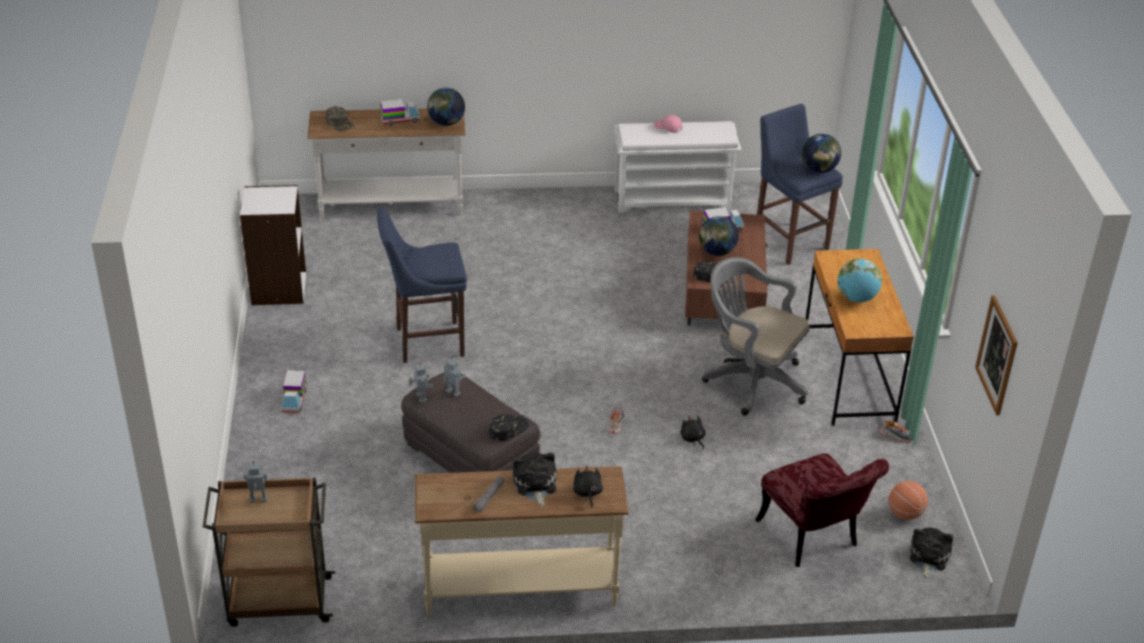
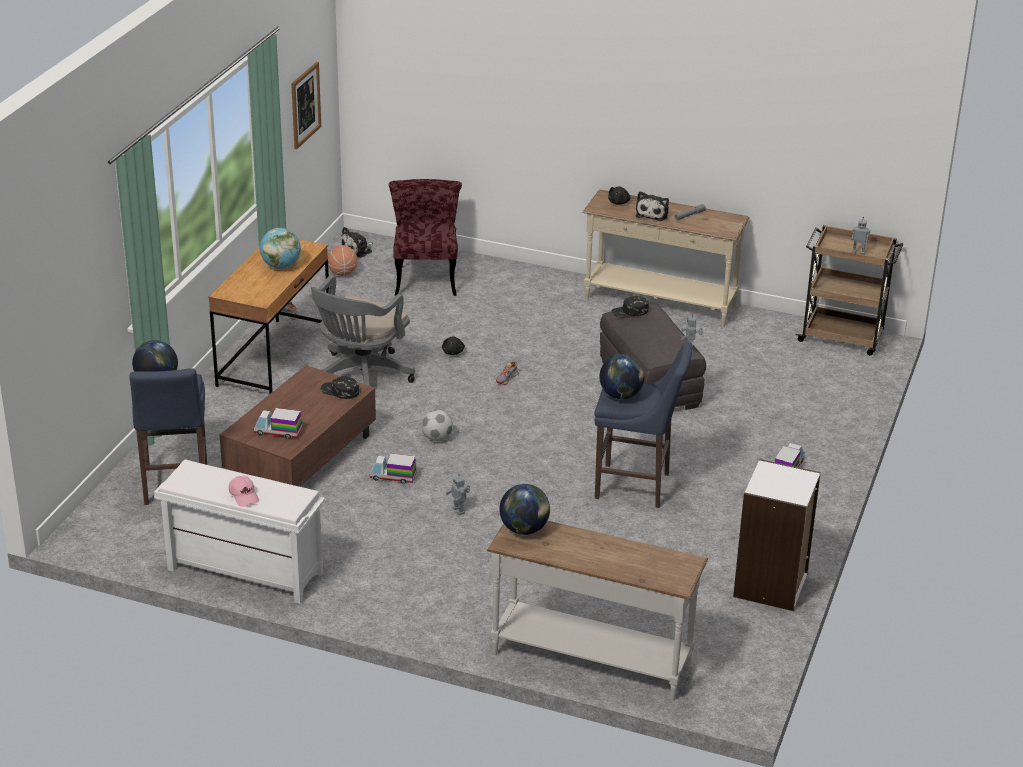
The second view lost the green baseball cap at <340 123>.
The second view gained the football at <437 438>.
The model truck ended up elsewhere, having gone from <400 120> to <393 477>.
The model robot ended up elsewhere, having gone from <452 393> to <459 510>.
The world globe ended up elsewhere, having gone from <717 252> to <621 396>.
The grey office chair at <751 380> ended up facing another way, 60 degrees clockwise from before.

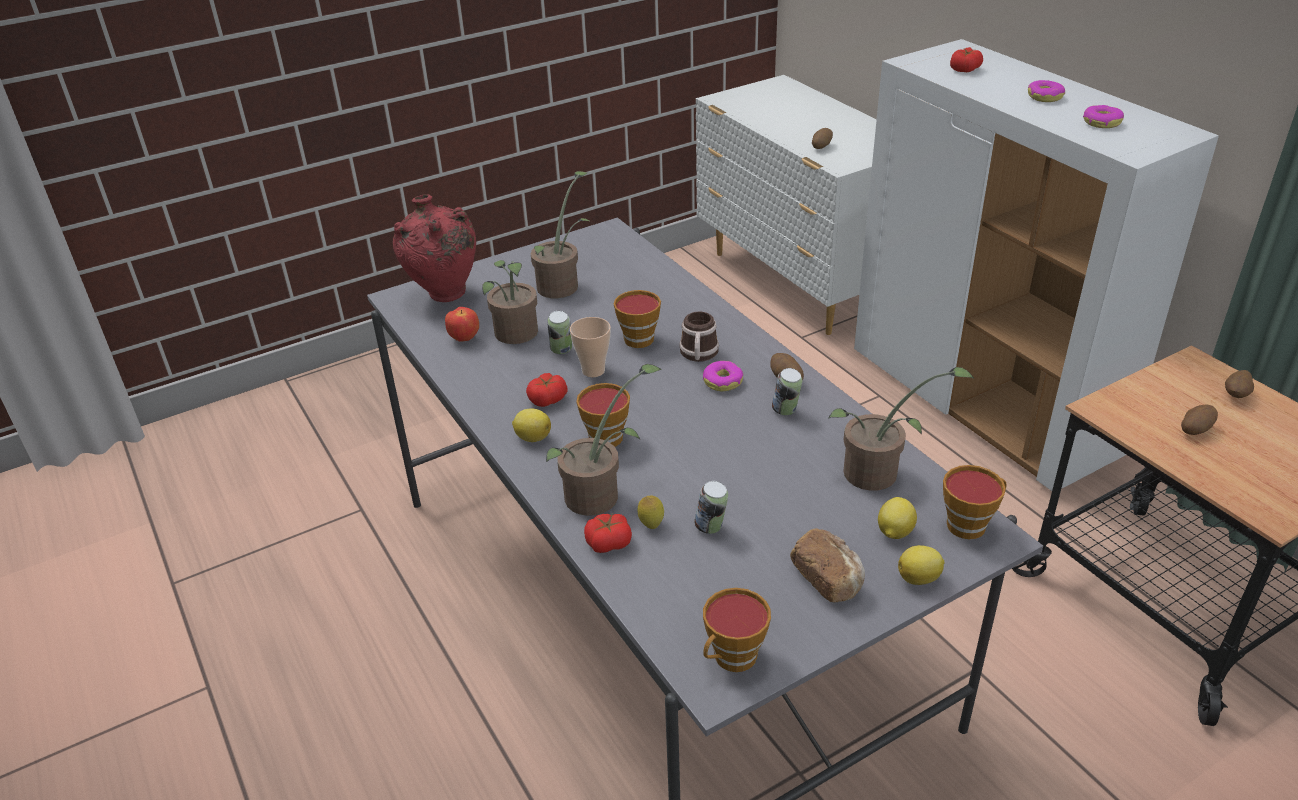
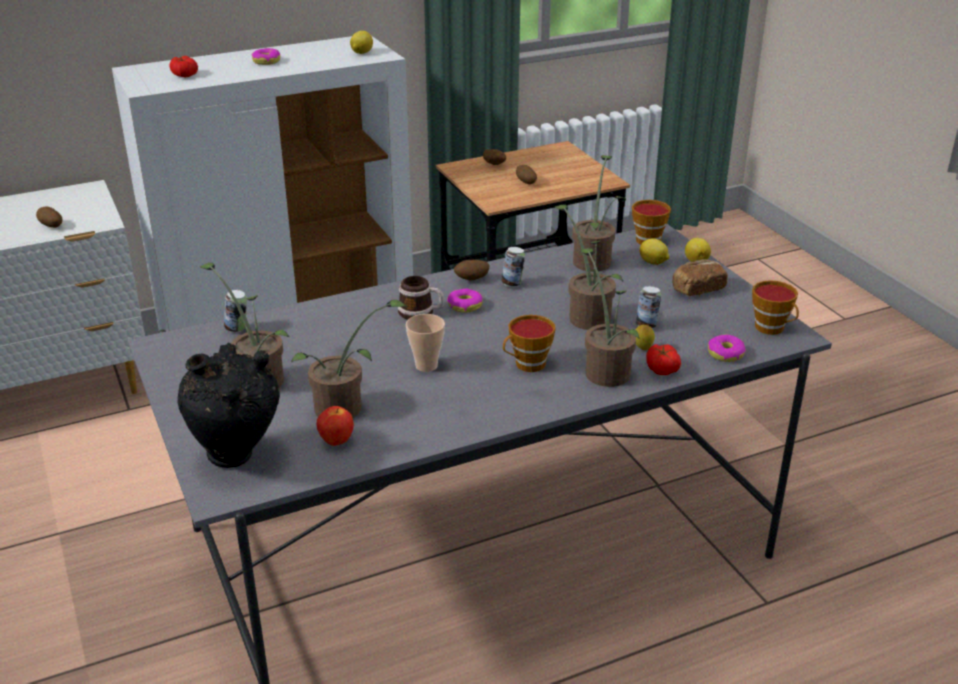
The second view lost the fresh tomato at <548 399>.
The second view lost the cup at <637 337>.
The second view gained the houseplant at <587 316>.
The whole lemon ended up elsewhere, having gone from <532 437> to <361 53>.
The metal can ended up elsewhere, having gone from <561 351> to <237 329>.
The ring doughnut ended up elsewhere, having gone from <1101 122> to <725 354>.
What was the red-coloured flower vase at <444 296> turned into the black-coloured flower vase at <237 457>.

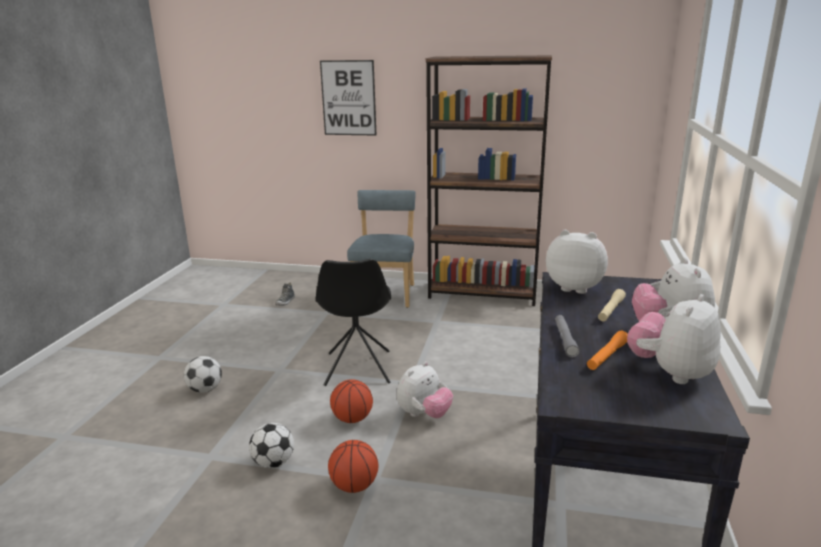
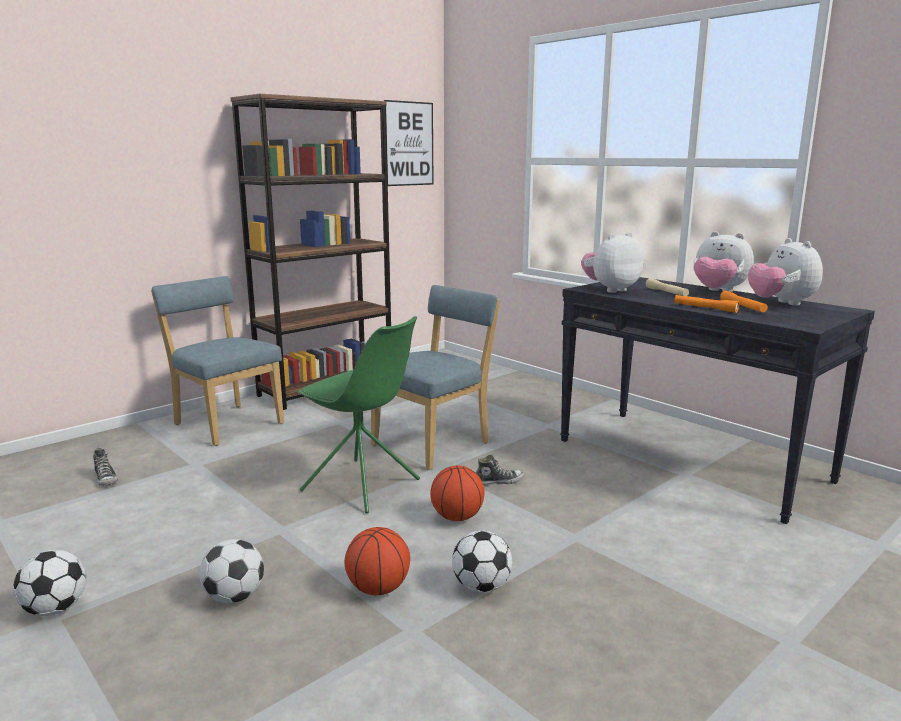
The second view gained the football at <55 609>.
The second view gained the bluish chair at <435 443>.
The wall art ended up elsewhere, having gone from <348 98> to <409 144>.
The basketball ended up elsewhere, having gone from <354 486> to <378 589>.
Where the soft toy stood at <424 414>, the shoe came to stand at <499 481>.
What was the black-coloured chair at <357 369> turned into the green chair at <362 486>.
What was the grey torch at <565 340> turned into the orangey torch at <705 308>.

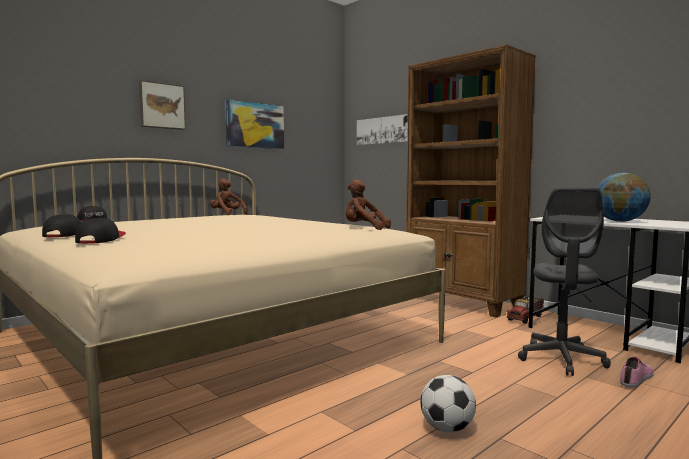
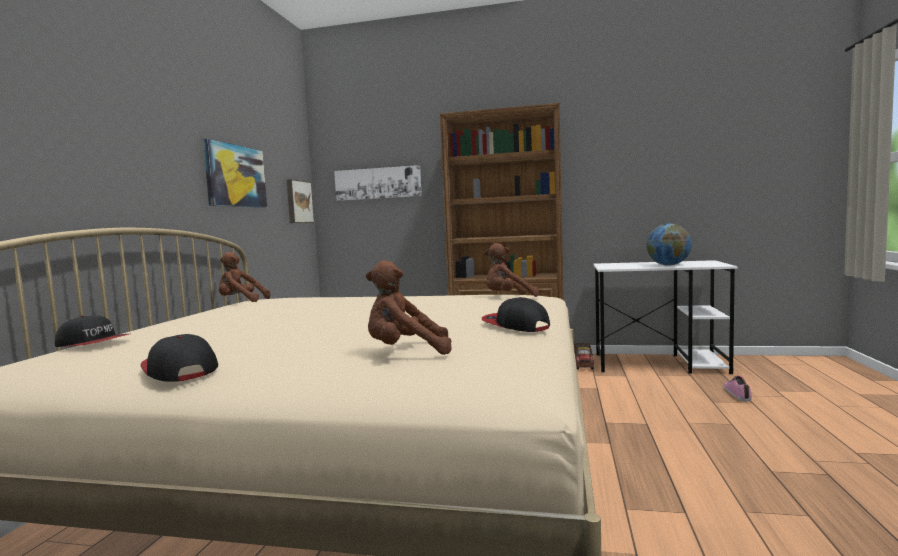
The second view lost the football at <447 428>.
The second view lost the grey office chair at <561 359>.
The second view gained the brownish soft toy at <405 352>.
The baseball cap ended up elsewhere, having gone from <100 239> to <515 325>.
The wall art ended up elsewhere, having gone from <161 106> to <298 202>.

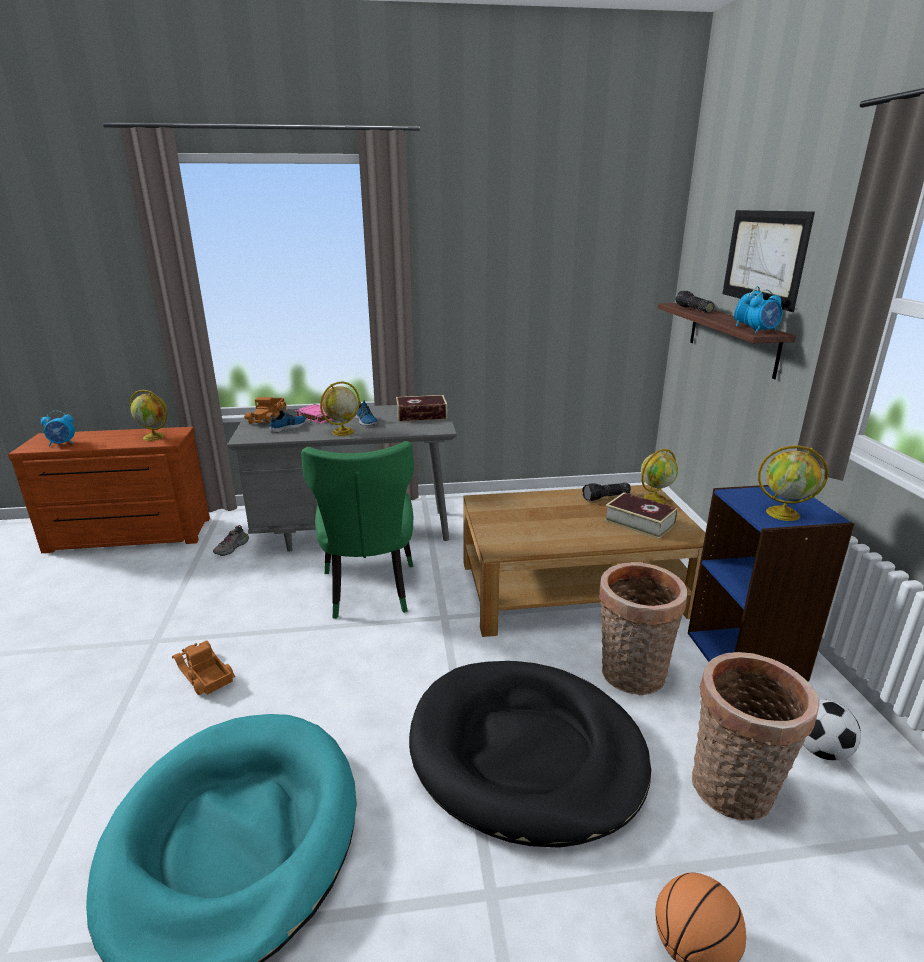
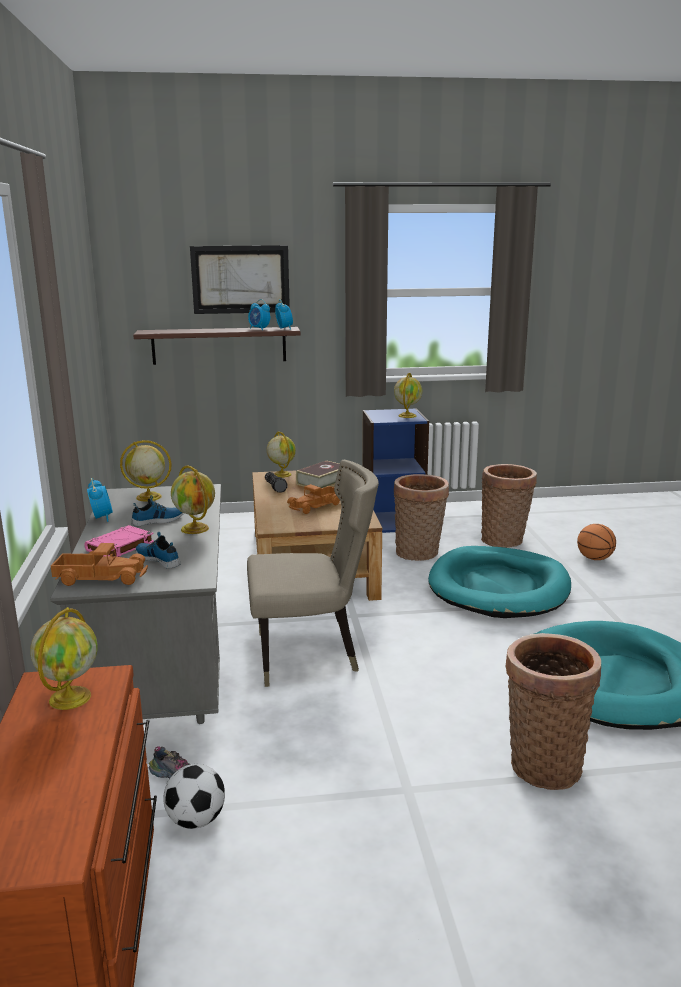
The second view lost the torch at <693 309>.
The second view gained the storage basket at <543 763>.
The table clock ended up elsewhere, having gone from <62 444> to <101 517>.
The model truck ended up elsewhere, having gone from <204 675> to <316 506>.
The football ended up elsewhere, having gone from <820 750> to <196 820>.
Where the book stood at <421 415>, the world globe came to stand at <148 497>.
What was the green chair at <369 593> turned into the beige-coloured chair at <311 655>.
What was the black-coloured dog bed at <526 752> turned into the turquoise dog bed at <499 587>.

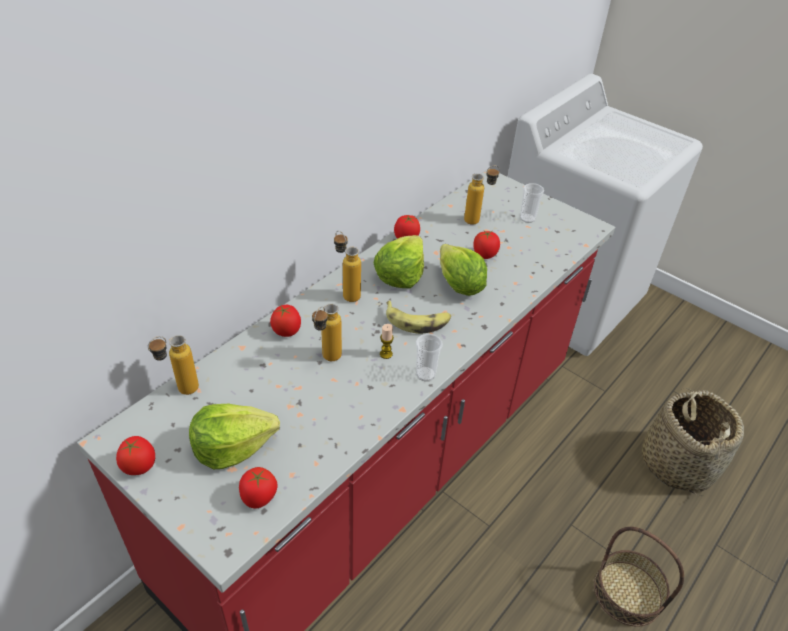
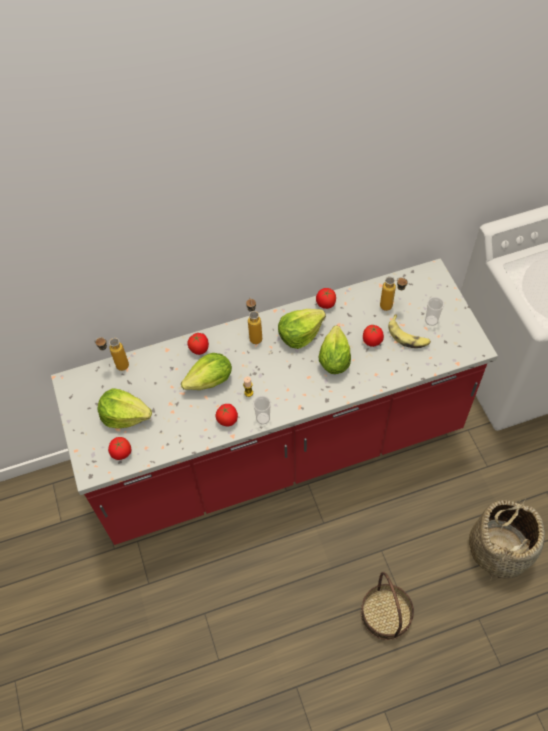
The fresh tomato ended up elsewhere, having gone from <139 466> to <227 420>.
The banana ended up elsewhere, having gone from <417 321> to <408 336>.
Where the bottle stood at <327 360>, the lettuce head came to stand at <210 381>.

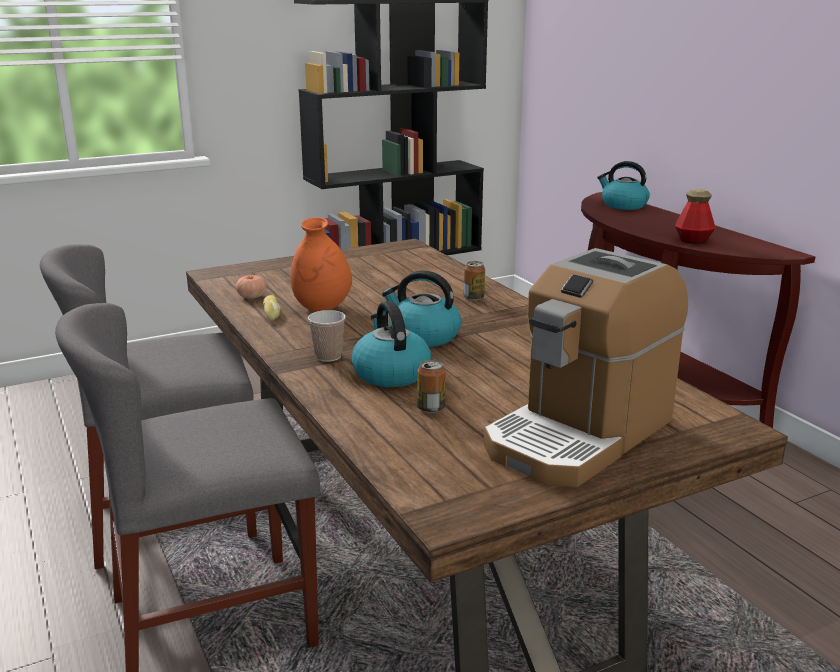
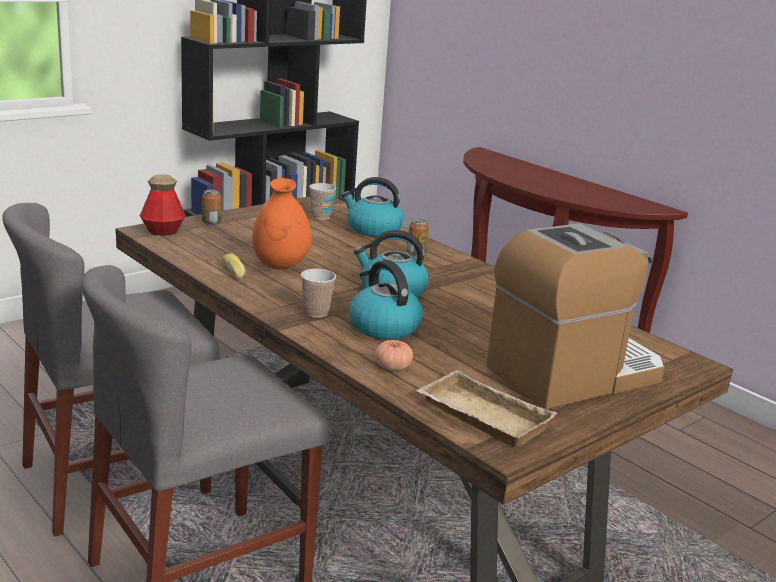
The second view gained the cup at <321 216>.
The second view gained the beige-coloured carrying tray at <479 417>.
The fresh tomato ended up elsewhere, having gone from <252 296> to <392 367>.
The metal can ended up elsewhere, having gone from <431 408> to <211 223>.
The water kettle ended up elsewhere, having gone from <623 205> to <373 229>.
The bottle ended up elsewhere, having gone from <693 240> to <163 231>.
The coffee maker at <579 434> ended up facing another way, 150 degrees counterclockwise from before.

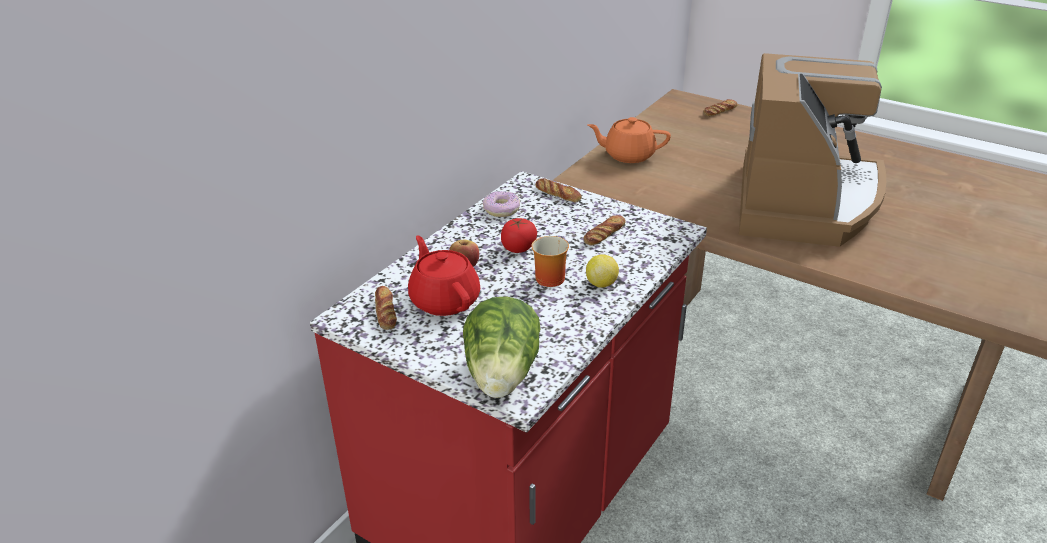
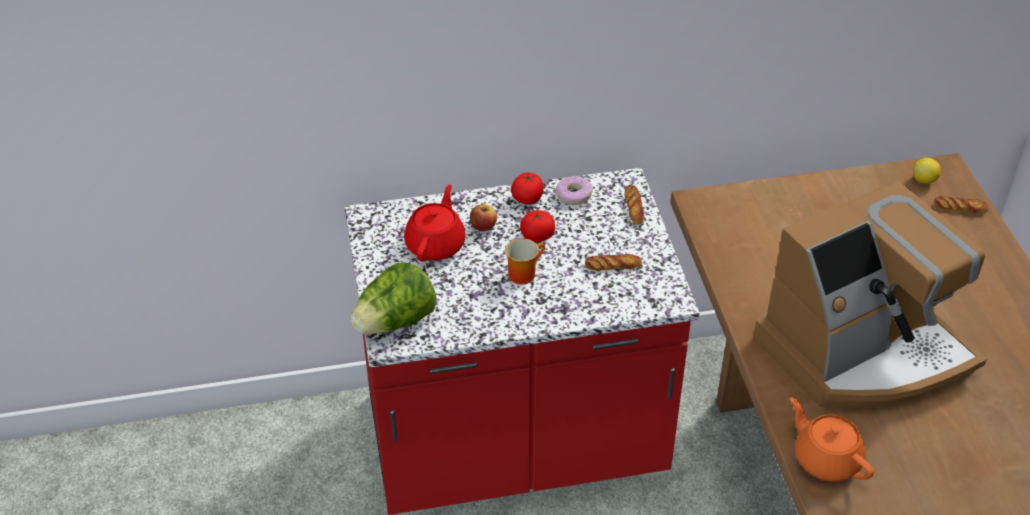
The second view lost the baked bread at <385 311>.
The second view gained the fresh tomato at <527 198>.
The whole lemon ended up elsewhere, having gone from <601 283> to <924 180>.
The orangey pot for tea ended up elsewhere, having gone from <628 155> to <826 459>.

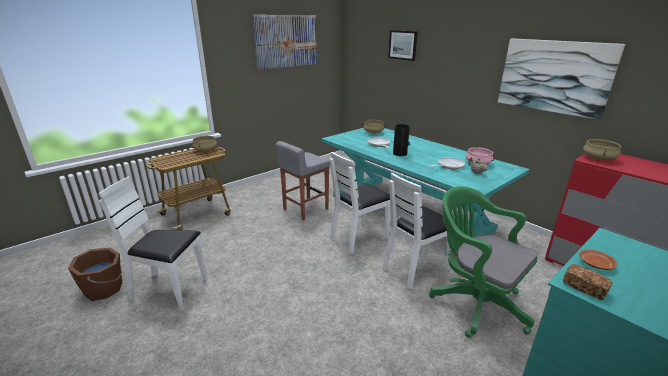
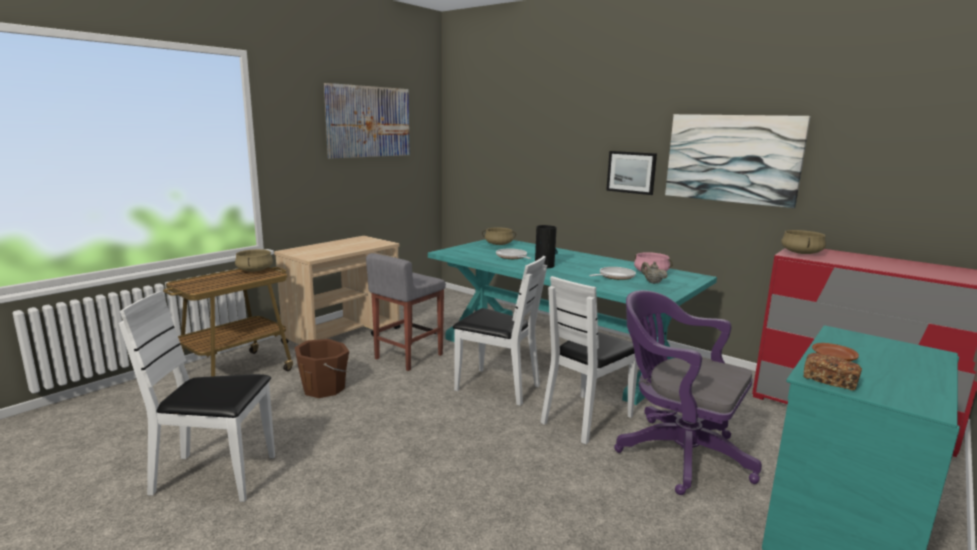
The second view gained the beige-coloured cart at <344 335>.
The brownish pail ended up elsewhere, having gone from <105 288> to <325 388>.
The wall art ended up elsewhere, having gone from <403 45> to <631 172>.
What was the green office chair at <474 302> turned into the purplish office chair at <676 453>.
The white chair at <359 237> ended up facing another way, 105 degrees counterclockwise from before.

